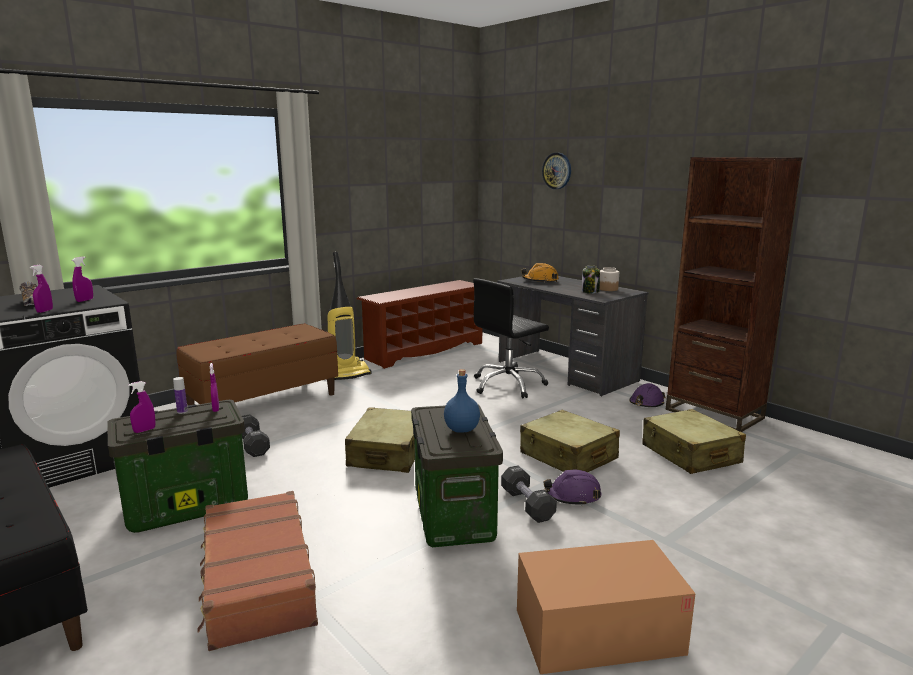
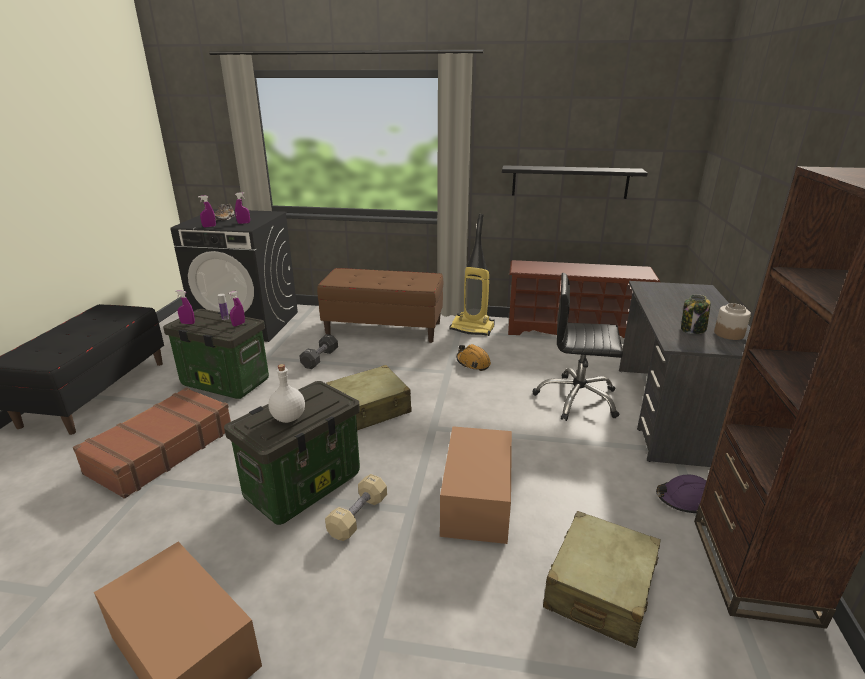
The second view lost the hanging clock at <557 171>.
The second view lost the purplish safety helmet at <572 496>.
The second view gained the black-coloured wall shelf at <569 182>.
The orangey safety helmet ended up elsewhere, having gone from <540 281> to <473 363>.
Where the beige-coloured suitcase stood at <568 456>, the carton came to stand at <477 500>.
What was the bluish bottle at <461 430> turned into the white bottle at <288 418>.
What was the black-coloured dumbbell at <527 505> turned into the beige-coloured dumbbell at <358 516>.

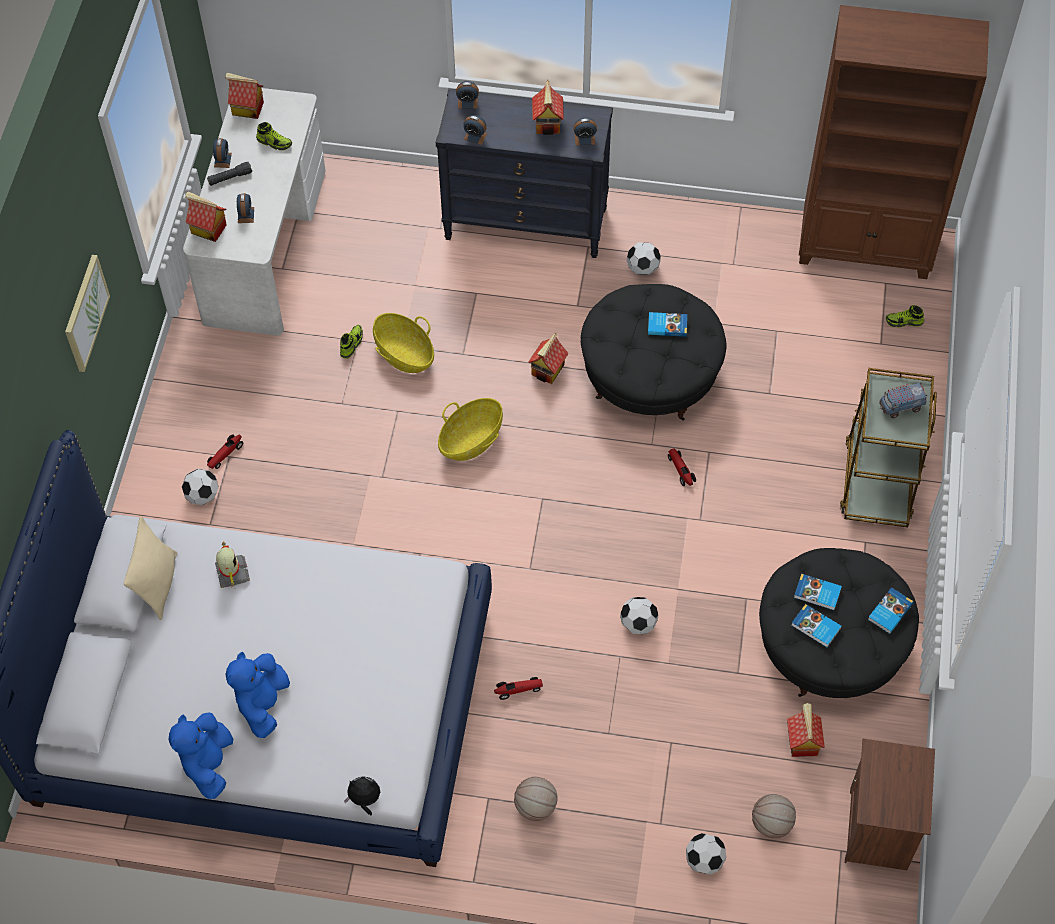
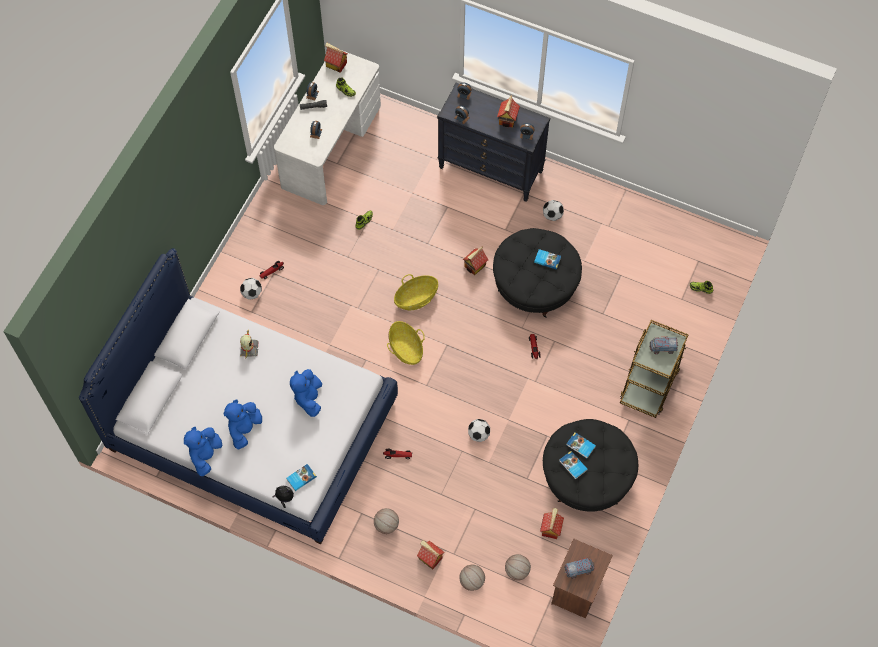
The second view lost the wall art at <85 313>.
The second view lost the beige-coloured pillow at <158 585>.
The second view lost the brownish shelving unit at <866 248>.
The second view gained the bluish soft toy at <308 398>.
The second view gained the model truck at <578 570>.
The toy house ended up elsewhere, having gone from <208 229> to <429 558>.
The storage basket ended up elsewhere, having gone from <404 354> to <406 348>.
The book ended up elsewhere, having gone from <889 611> to <301 478>.
Where the football stood at <704 860>, the basketball came to stand at <471 581>.

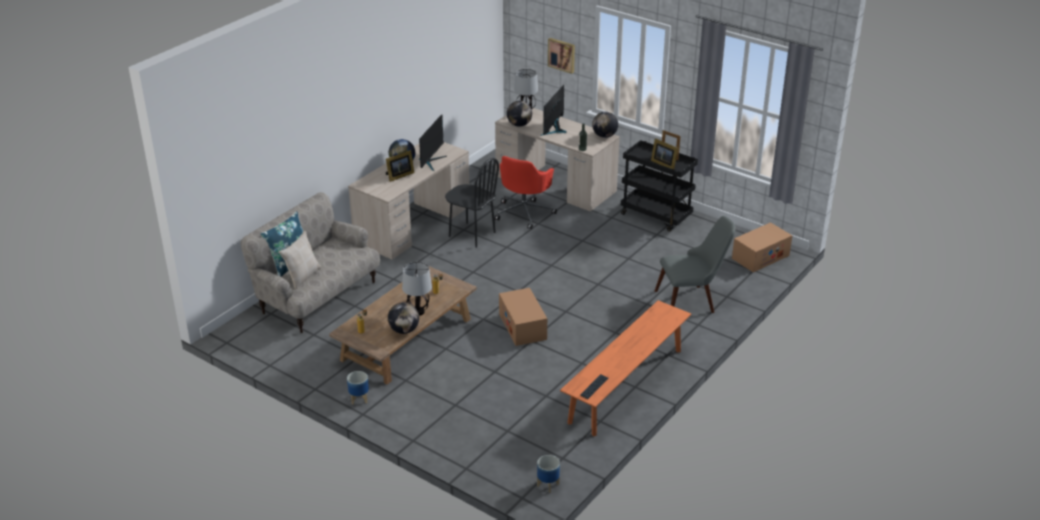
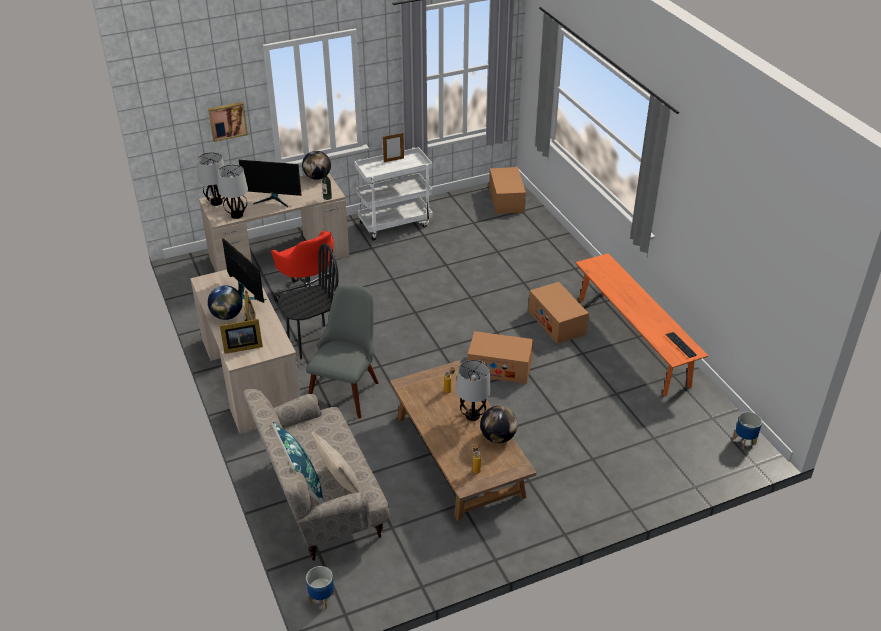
The second view gained the carton at <557 322>.
The planter ended up elsewhere, having gone from <359 398> to <321 598>.
The standing frame ended up elsewhere, having gone from <663 163> to <241 347>.
The grey chair ended up elsewhere, having gone from <692 300> to <347 387>.
Where the world globe stood at <519 125>, the tabletop lamp came to stand at <237 215>.
What was the black-coloured cart at <656 216> turned into the white cart at <395 224>.
The computer screen at <554 130> ended up facing another way, 45 degrees counterclockwise from before.

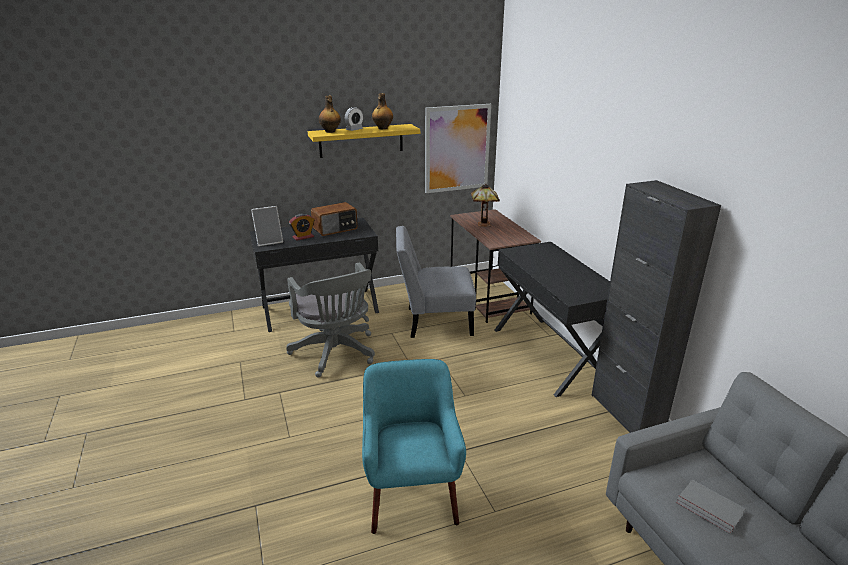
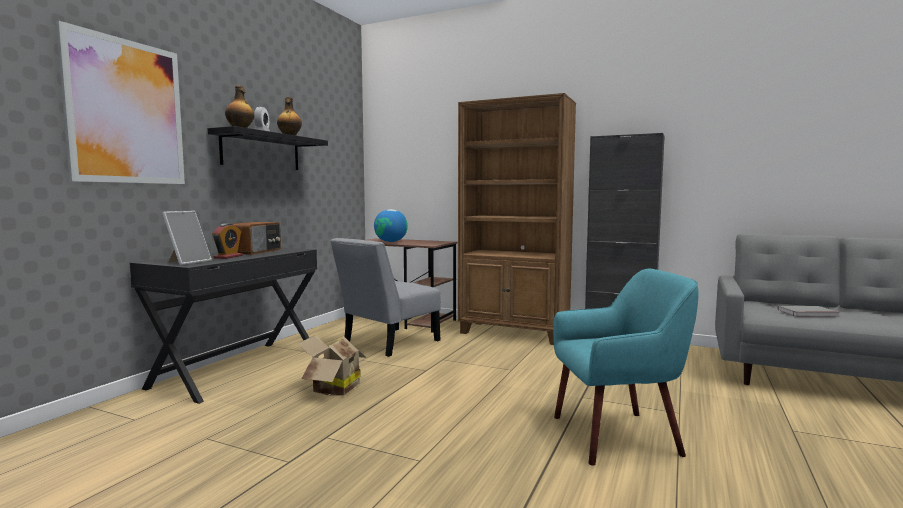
The wall art ended up elsewhere, having gone from <457 148> to <126 112>.
Where the grey office chair stood at <336 354>, the carton came to stand at <332 389>.
Where the tabletop lamp stood at <483 224>, the world globe came to stand at <391 241>.
Where the black-coloured desk stood at <549 354>, the brownish shelving unit came to stand at <514 333>.
What was the yellowish wall shelf at <361 140> turned into the black-coloured wall shelf at <261 151>.
The turquoise armchair at <411 496> ended up facing another way, 135 degrees clockwise from before.

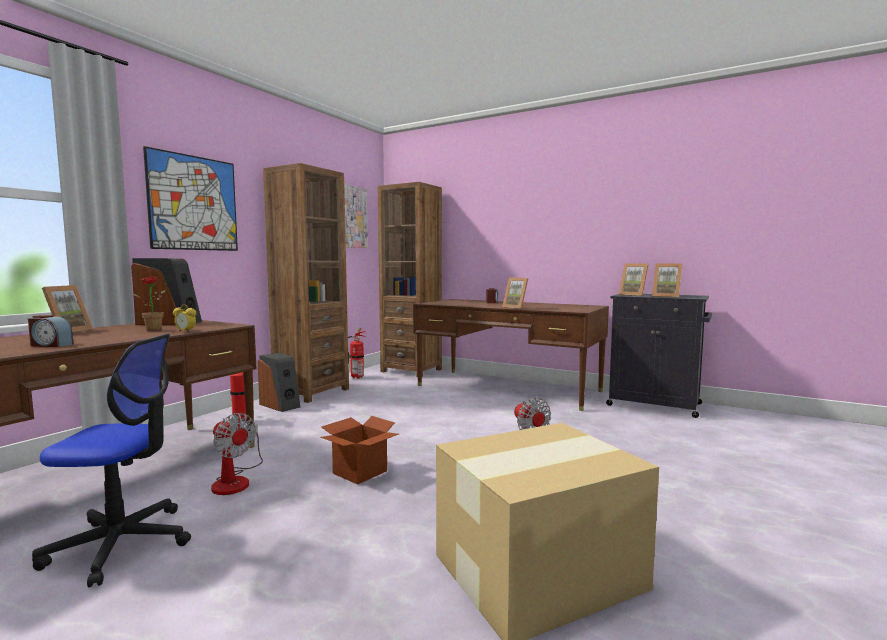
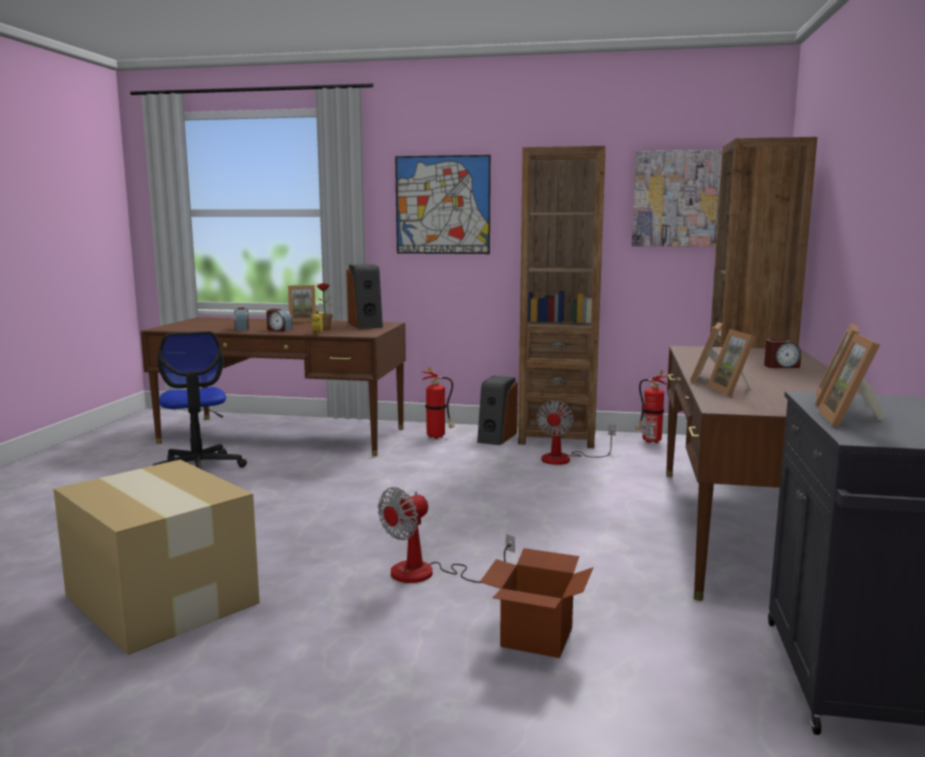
The second view gained the table clock at <279 330>.
The second view gained the standing frame at <734 391>.
The fan ended up elsewhere, having gone from <235 480> to <565 459>.
The carton ended up elsewhere, having gone from <360 472> to <537 637>.

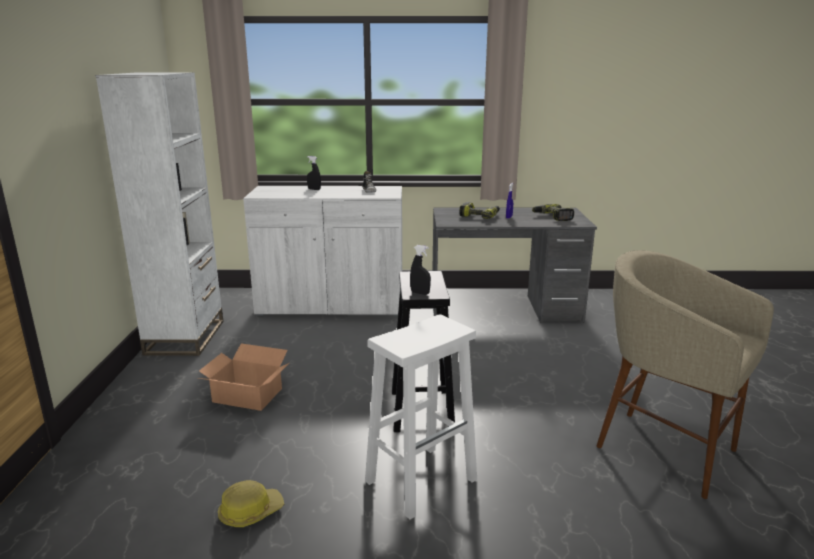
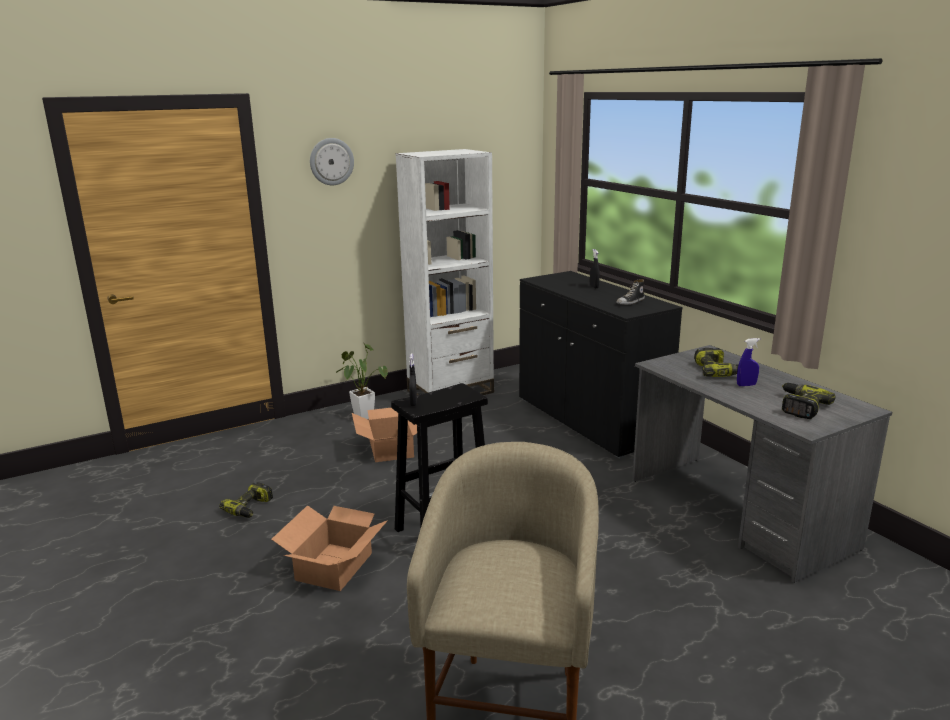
The second view gained the hanging clock at <331 161>.
The second view gained the houseplant at <362 416>.
Where the safety helmet stood at <250 512>, the drill came to stand at <251 508>.
Where the white sitting stool stood at <422 479>, the carton came to stand at <335 566>.
What was the white cupboard at <331 306> turned into the black-coloured cupboard at <589 420>.

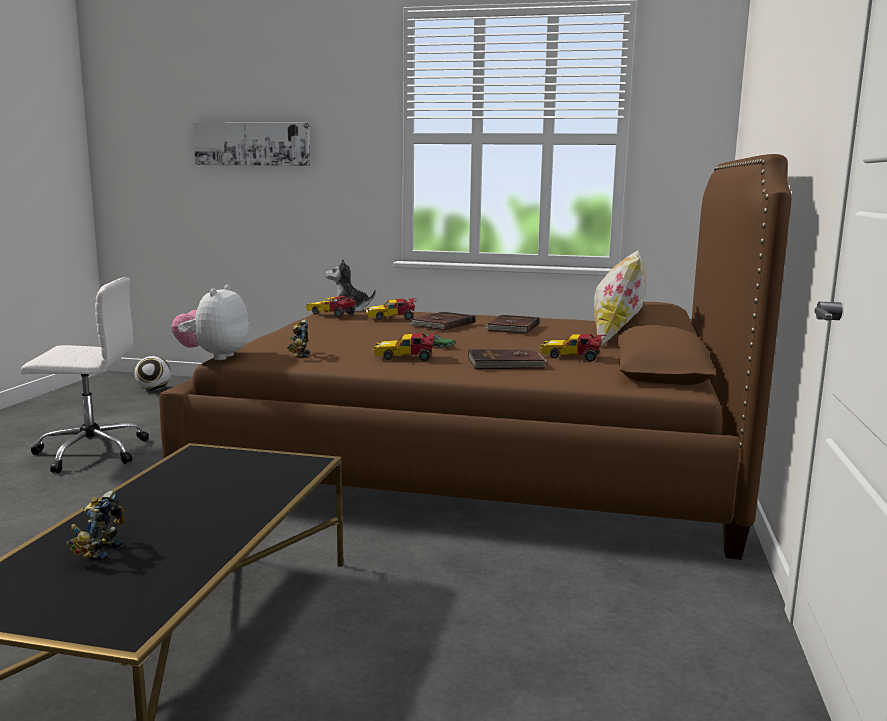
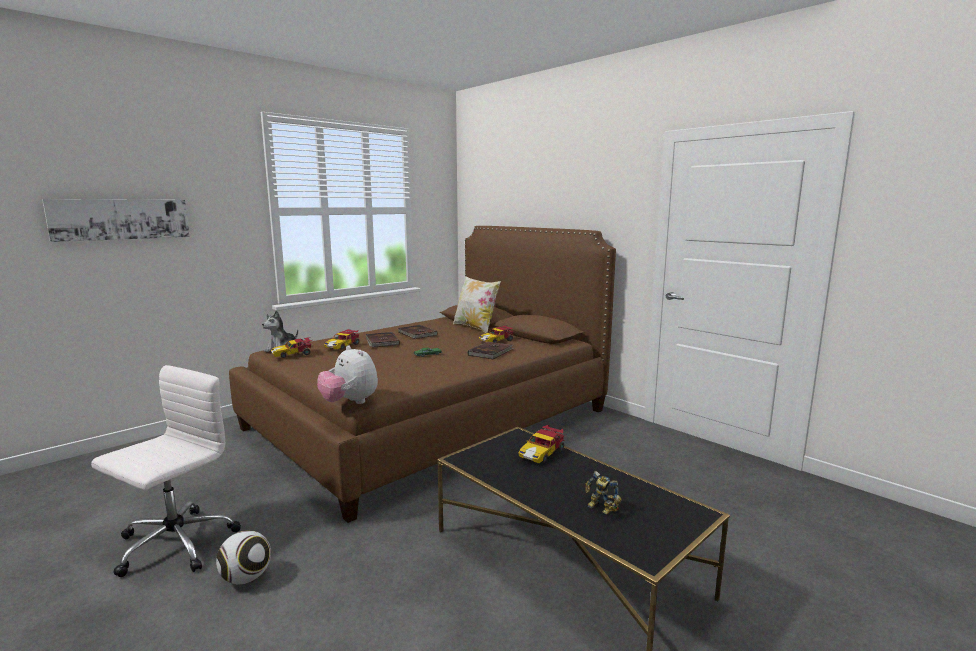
The second view lost the model robot at <299 355>.
The football ended up elsewhere, having gone from <154 389> to <246 578>.
The miniature car ended up elsewhere, having gone from <406 357> to <542 453>.

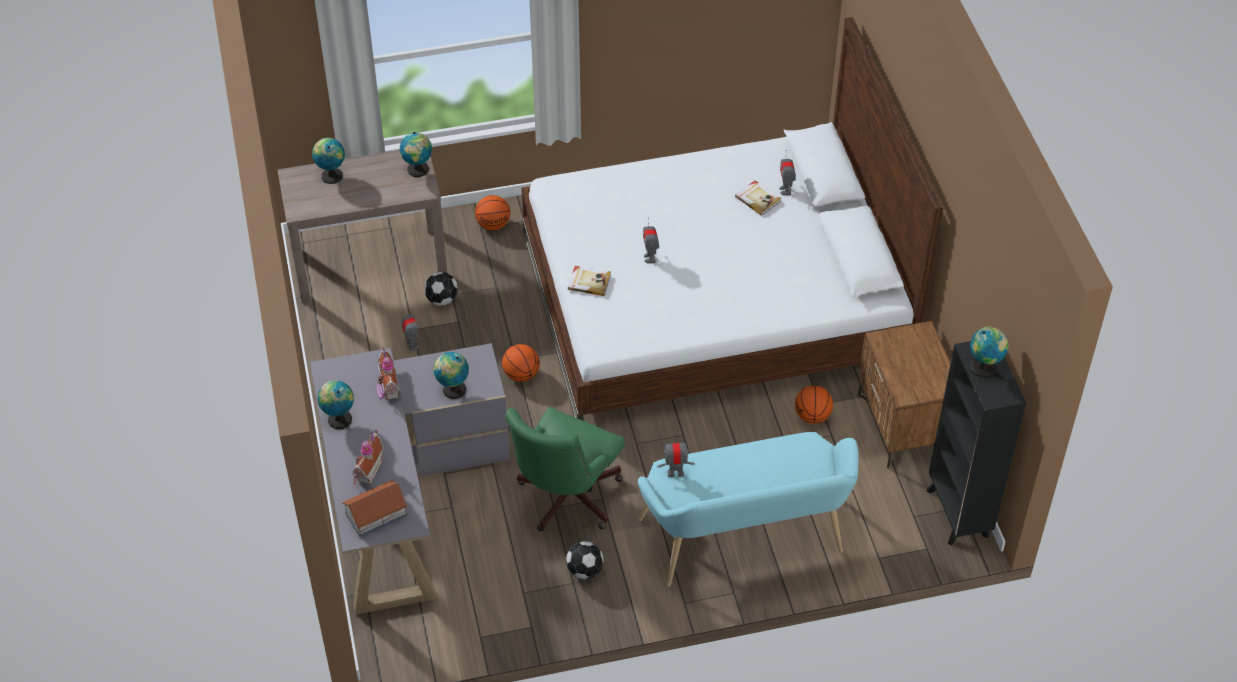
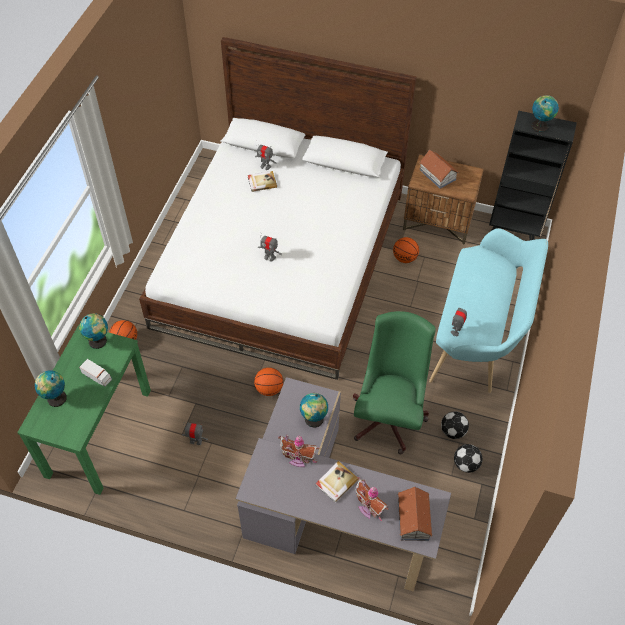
The second view lost the world globe at <338 419>.
The second view gained the model truck at <97 376>.
The second view gained the toy house at <437 175>.
The football ended up elsewhere, having gone from <442 299> to <465 464>.
The book ended up elsewhere, having gone from <589 282> to <336 482>.
What was the brownish narrow table at <370 263> turned into the green narrow table at <99 432>.
The green office chair at <565 499> ended up facing another way, 135 degrees counterclockwise from before.

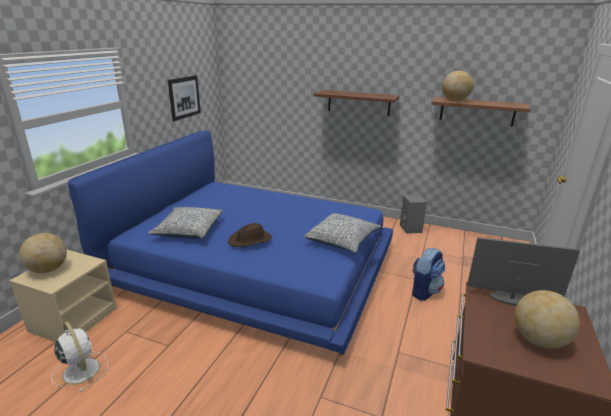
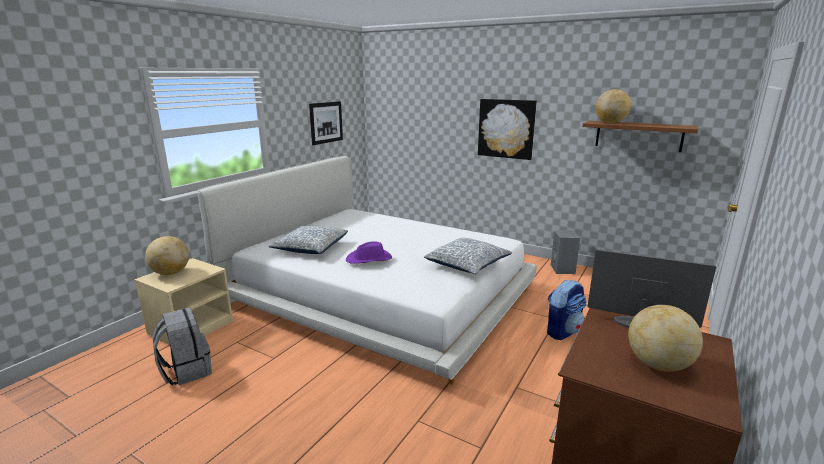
Where the white fan stood at <81 370>, the grey knapsack came to stand at <186 371>.
Where the brownish wall shelf hung at <358 103>, the wall art came to hang at <506 128>.
What was the bluish sleeping bed at <255 267> turned into the white sleeping bed at <379 295>.
What was the brownish hat at <250 240> turned into the purplish hat at <369 259>.

